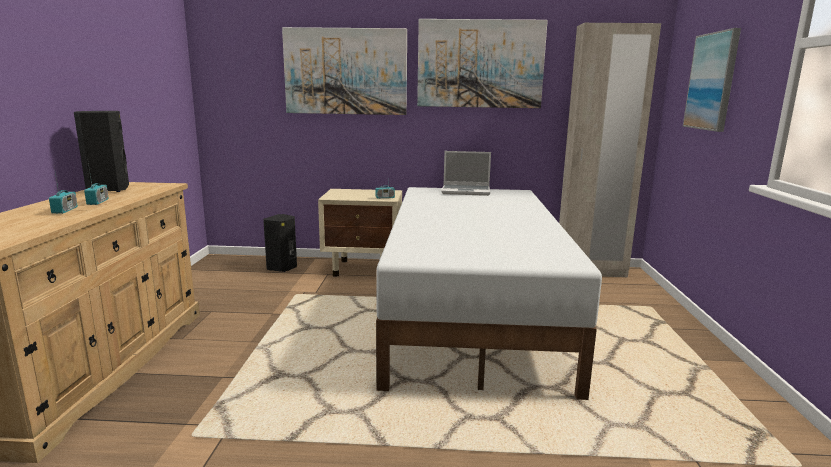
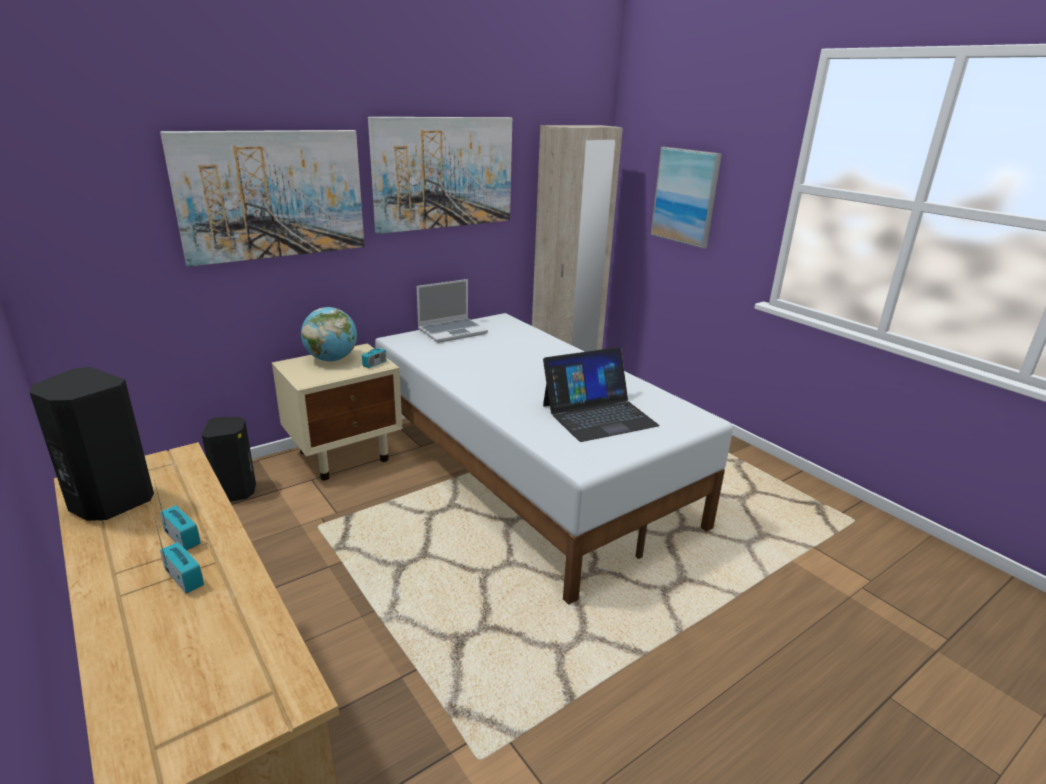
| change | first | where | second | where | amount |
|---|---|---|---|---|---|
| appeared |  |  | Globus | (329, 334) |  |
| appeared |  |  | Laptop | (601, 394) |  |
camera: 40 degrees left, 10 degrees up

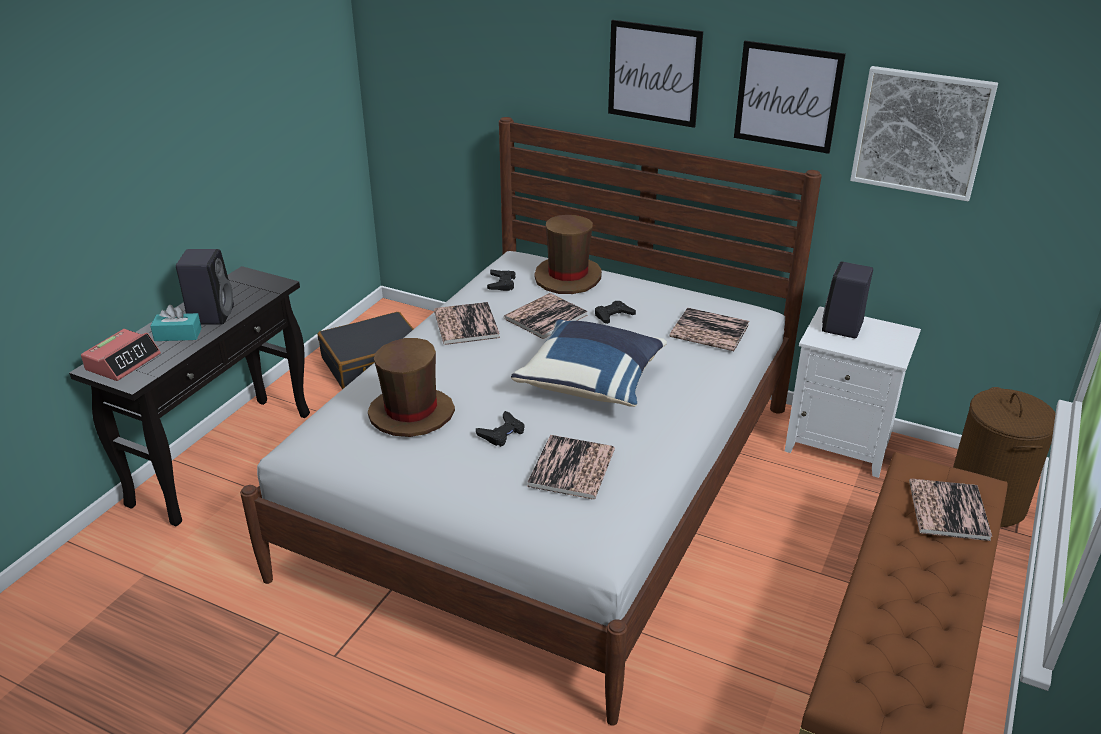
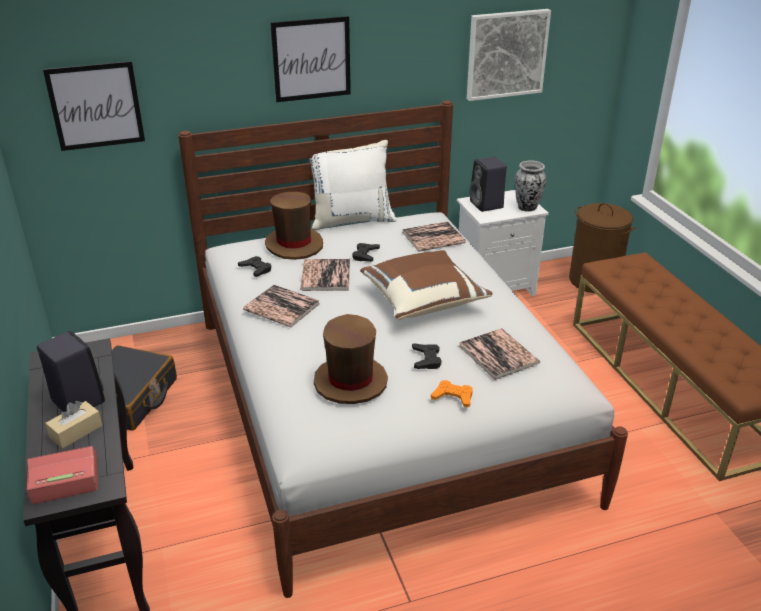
| change | first | where | second | where | amount |
|---|---|---|---|---|---|
| spun | Wecker | (121, 355) |  | (62, 475) | 90 degrees counterclockwise |
| relocated | Bild | (790, 97) |  | (94, 106) |  |
| colour | Taschentuchbox (türkis) | (176, 323) | Taschentuchbox (beige) | (73, 425) |  |
| appeared |  |  | Kissen (weiß) | (353, 185) |  |
| colour | Kissen (blau) | (589, 363) | Kissen (braun) | (426, 284) |  |
| appeared |  |  | Gamepad (orange) | (452, 394) |  |
| appeared |  |  | Vase | (530, 186) |  |
| missing | Buch | (950, 510) |  |  |  |
camera: 45 degrees left, 0 degrees up

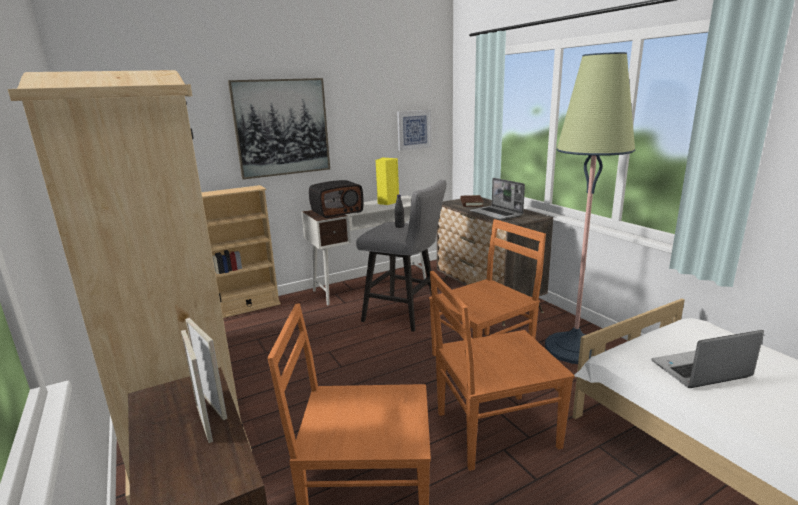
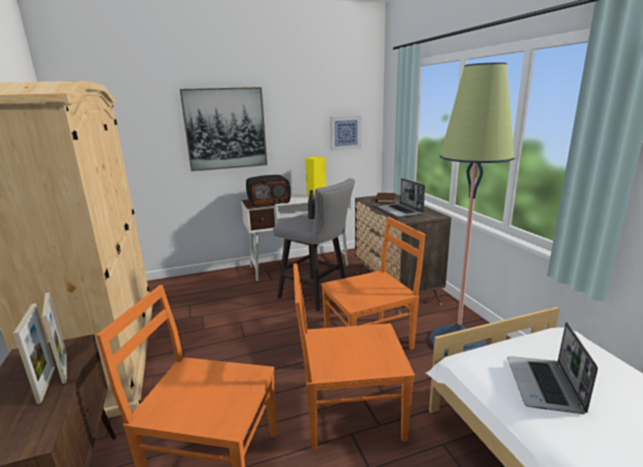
| change | first | where | second | where | amount |
|---|---|---|---|---|---|
| spun | Laptop | (707, 359) |  | (552, 368) | 75 degrees counterclockwise |
| missing | Bücherregal (beige) | (241, 251) |  |  |  |
camera: 10 degrees right, 0 degrees up

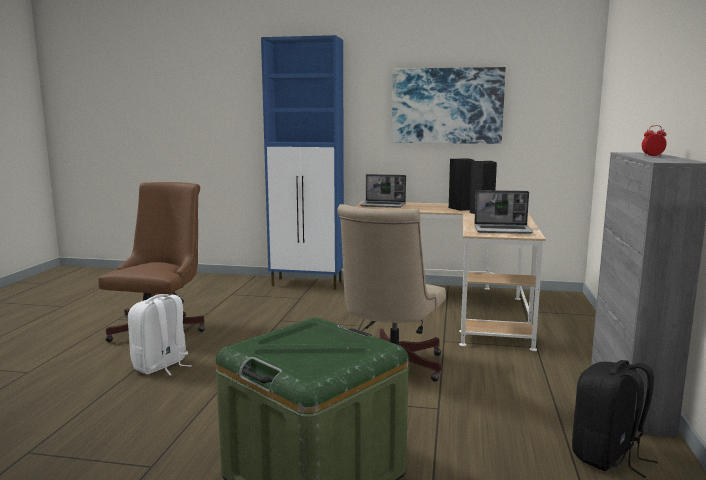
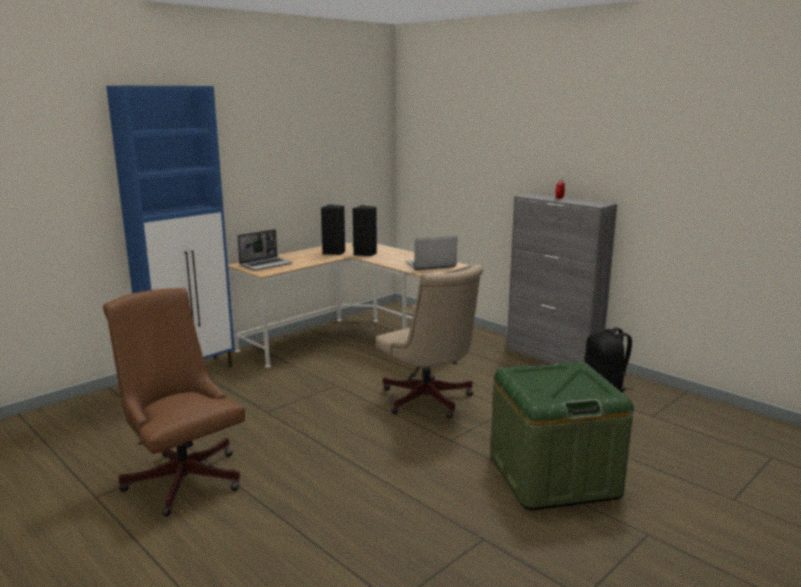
| change | first | where | second | where | amount |
|---|---|---|---|---|---|
| spun | Laptop | (503, 212) |  | (431, 253) | 150 degrees counterclockwise |
| missing | Rucksack (weiß) | (159, 334) |  |  |  |
| missing | Bild | (449, 105) |  |  |  |
camera: 55 degrees left, 5 degrees up

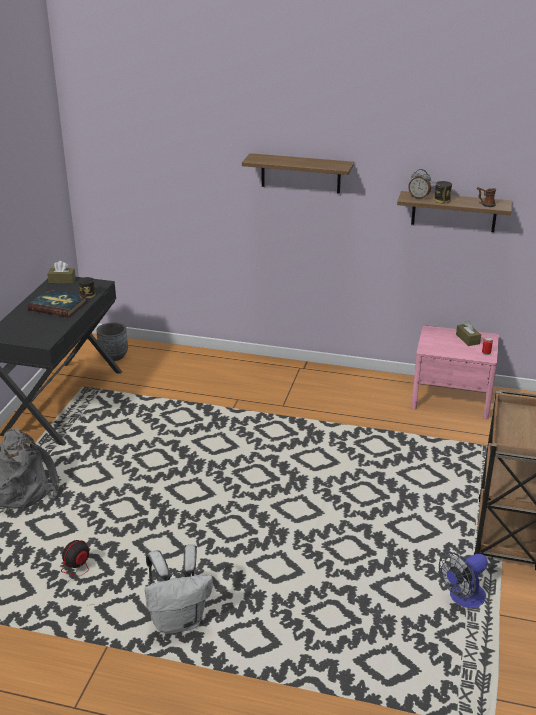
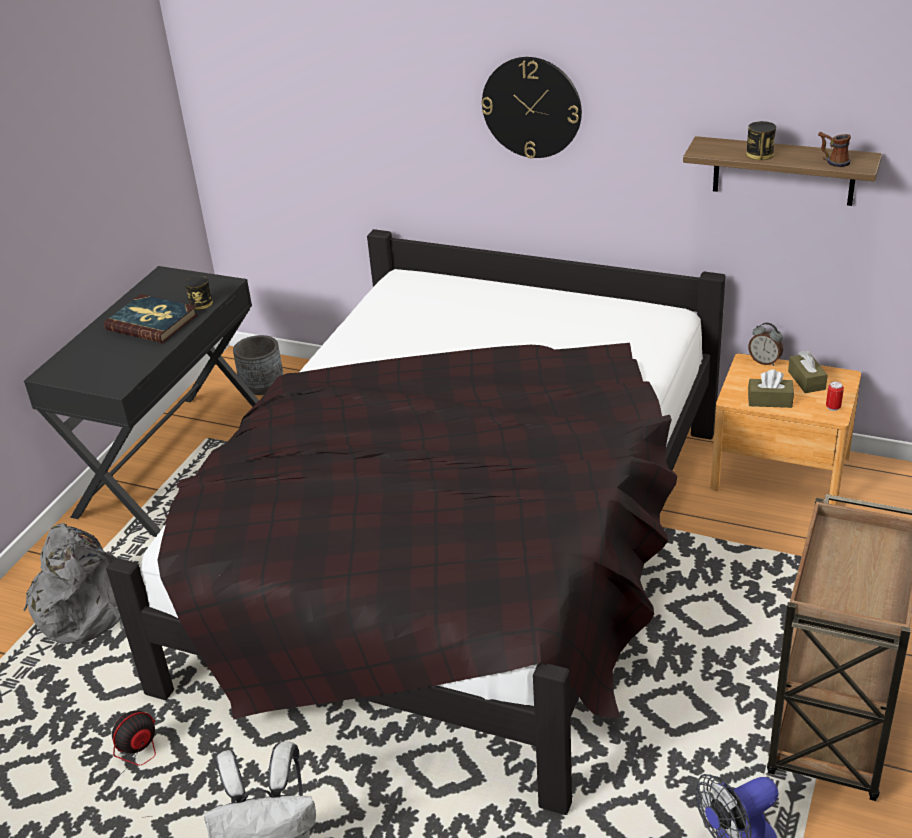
| change | first | where | second | where | amount |
|---|---|---|---|---|---|
| appeared |  |  | Bett (schwarz) | (415, 522) |  |
| exchanged | Wandregal | (298, 173) | Wanduhr | (531, 107) |  |
| colour | Nachttisch (rosa) | (455, 372) | Nachttisch (braun) | (785, 429) |  |
| relocated | Wecker | (419, 184) |  | (765, 344) |  |
| relocated | Taschentuchbox (braun) | (61, 272) |  | (771, 389) |  |
camera: 10 degrees right, 5 degrees up

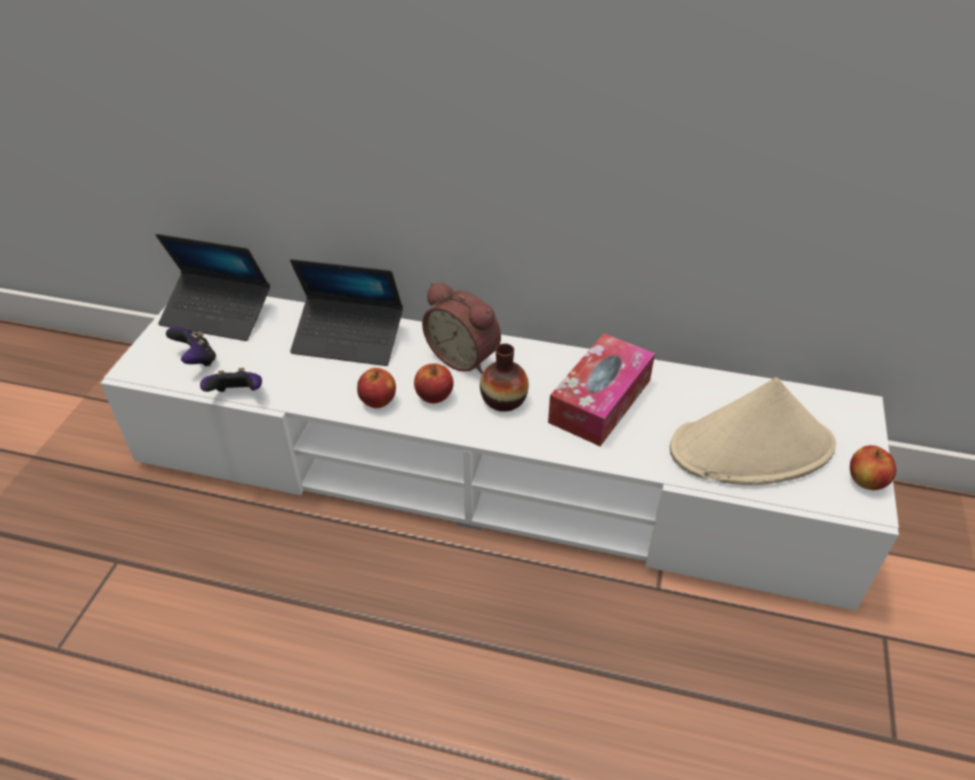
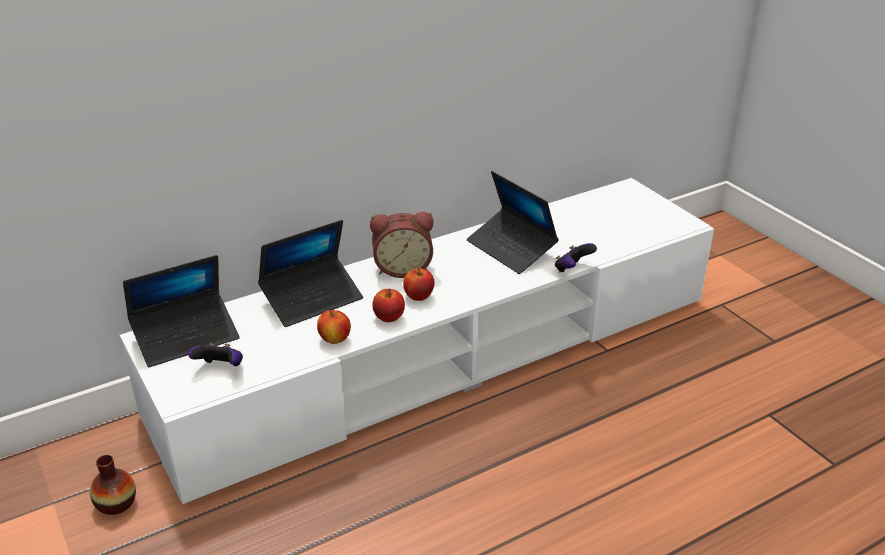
| change | first | where | second | where | amount |
|---|---|---|---|---|---|
| relocated | Vase | (504, 377) |  | (113, 485) |  |
| relocated | Apfel | (873, 467) |  | (334, 327) |  |
| exchanged | Taschentuchbox | (601, 389) | Laptop | (513, 222) |  |
| relocated | Gamepad | (231, 380) |  | (576, 257) |  |
| missing | Hut (beige) | (753, 431) |  |  |  |
camera: 45 degrees left, 10 degrees down

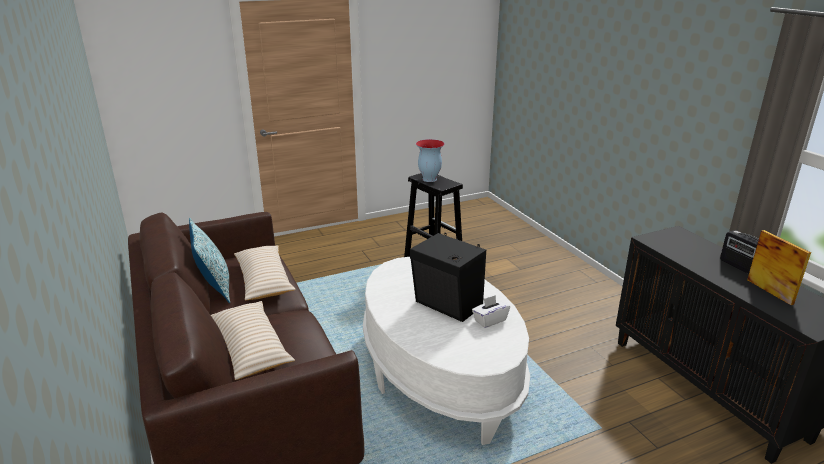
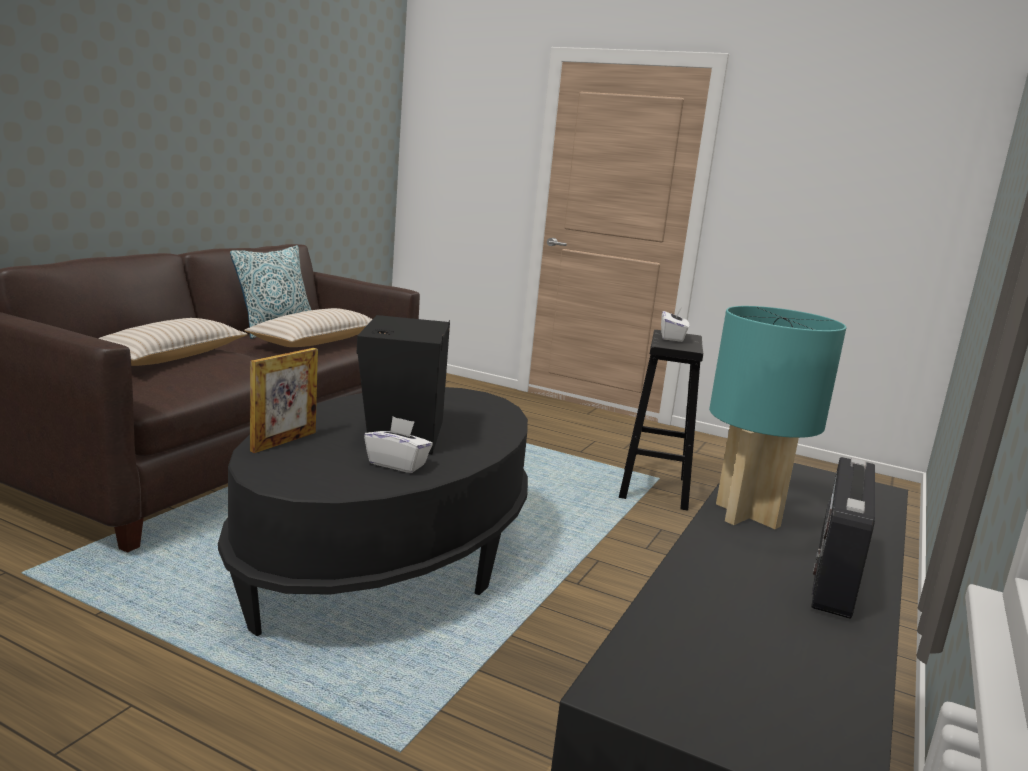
| change | first | where | second | where | amount |
|---|---|---|---|---|---|
| colour | Couchtisch (weiß) | (446, 351) | Couchtisch (schwarz) | (373, 511) |  |
| relocated | Bilderrahmen | (779, 267) |  | (284, 400) |  |
| exchanged | Vase | (430, 160) | Taschentuchbox (weiß) | (675, 324) |  |
| appeared |  |  | Tischlampe (türkis) | (777, 417) |  |
camera: 50 degrees right, 10 degrees down

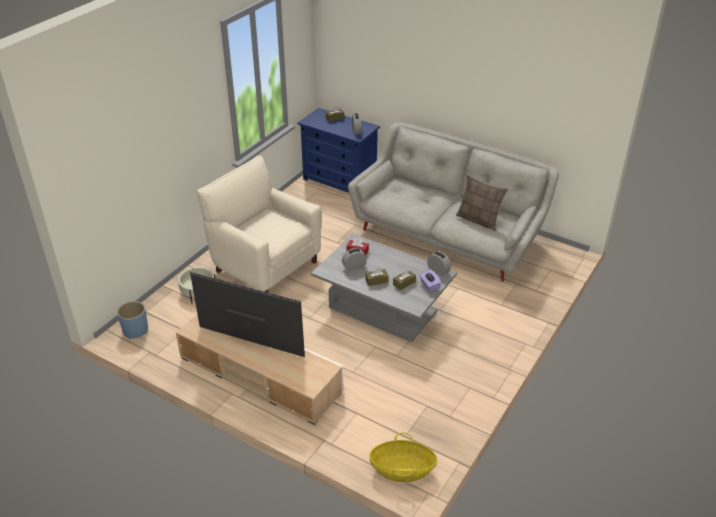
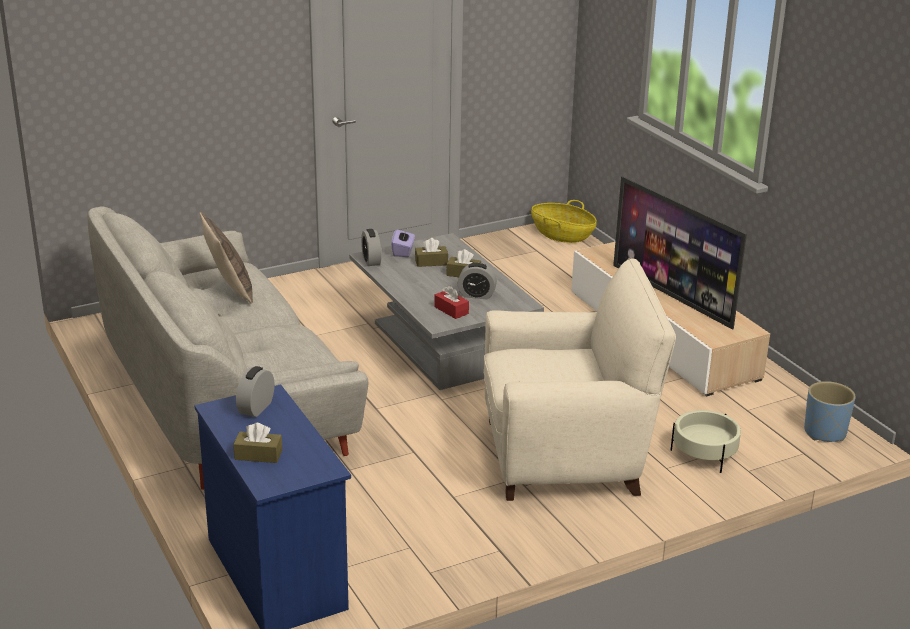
| change | first | where | second | where | amount |
|---|---|---|---|---|---|
| spun | Sessel (beige) | (259, 224) |  | (579, 379) | 75 degrees counterclockwise |
camera: 150 degrees left, 10 degrees down

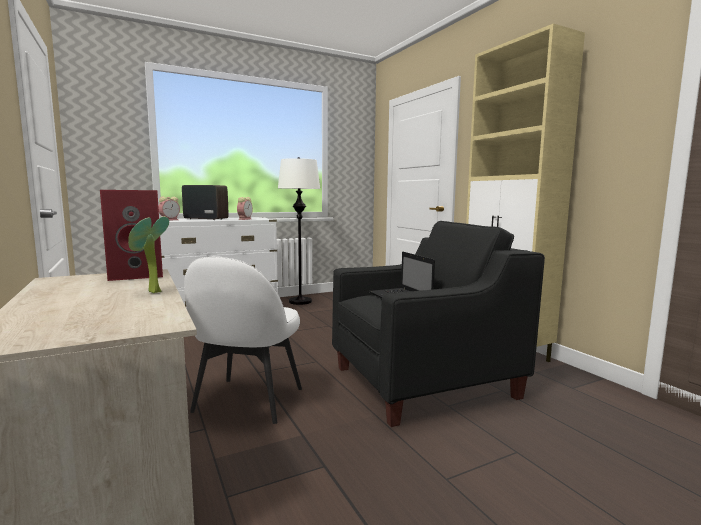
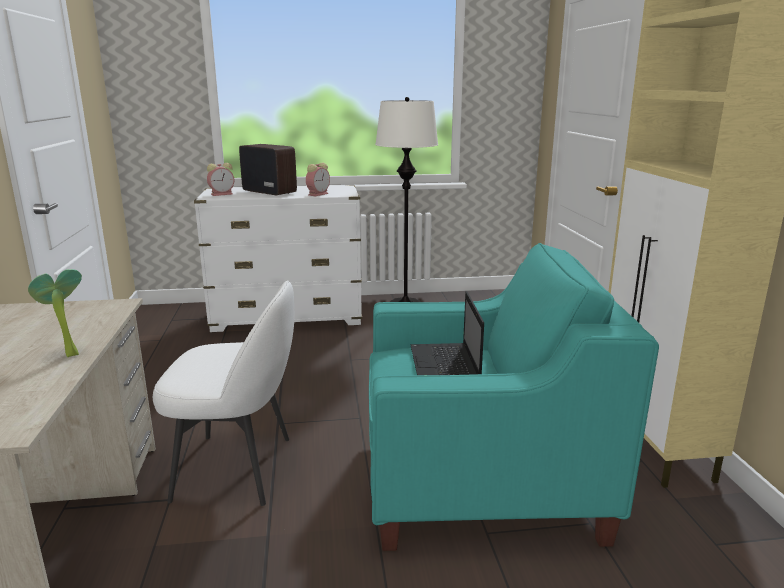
| change | first | where | second | where | amount |
|---|---|---|---|---|---|
| spun | Stuhl (weiß) | (243, 340) |  | (224, 393) | 120 degrees counterclockwise |
| colour | Sessel (schwarz) | (438, 324) | Sessel (türkis) | (514, 397) |  |
| missing | Lautsprecher (rot) | (131, 235) |  |  |  |
camera: 20 degrees right, 10 degrees up

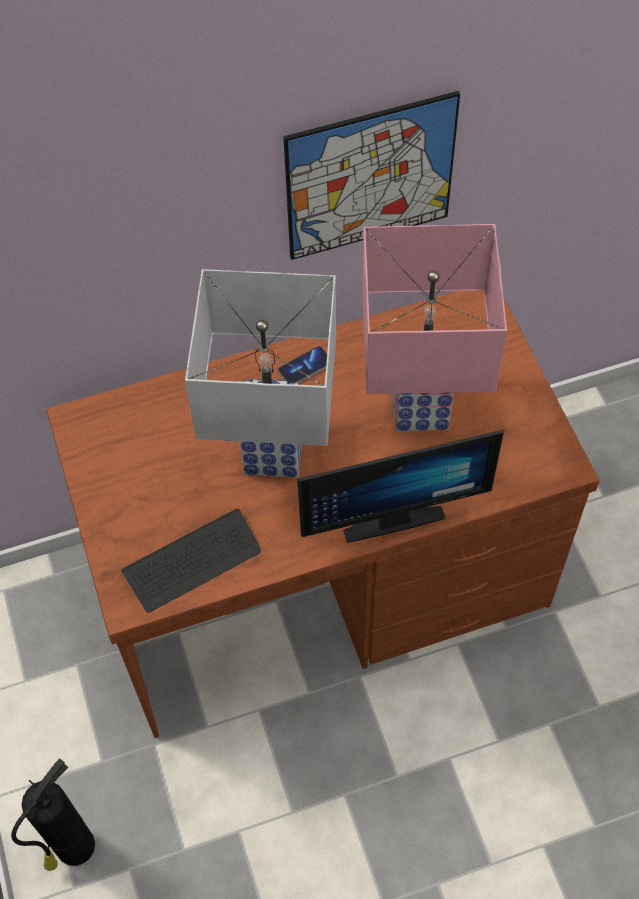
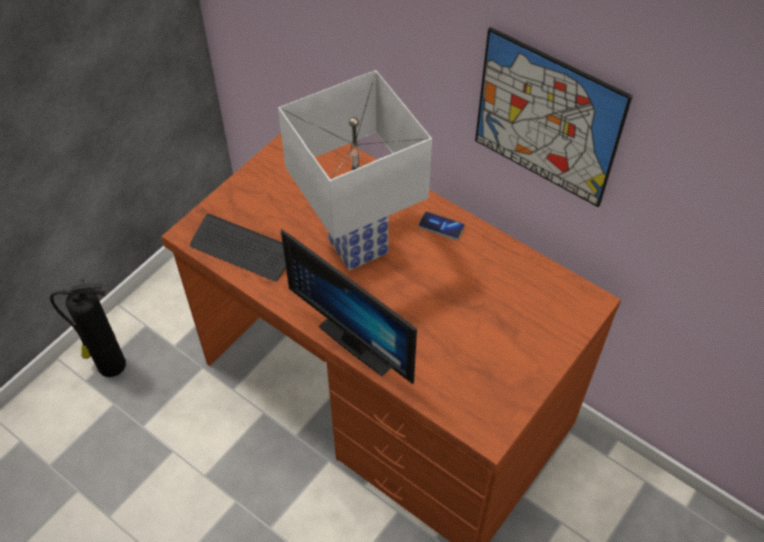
| change | first | where | second | where | amount |
|---|---|---|---|---|---|
| missing | Tischlampe (rosa) | (434, 327) |  |  |  |
camera: 55 degrees right, 5 degrees down

